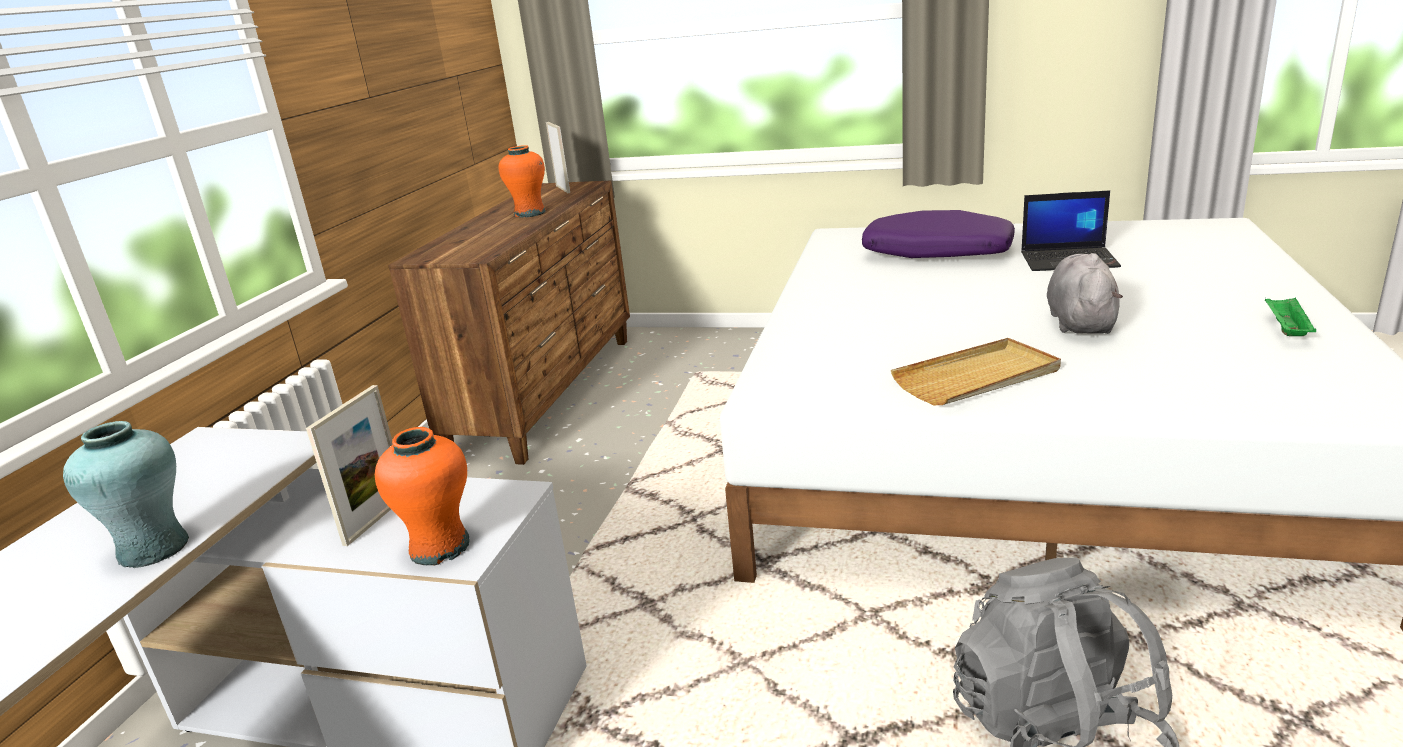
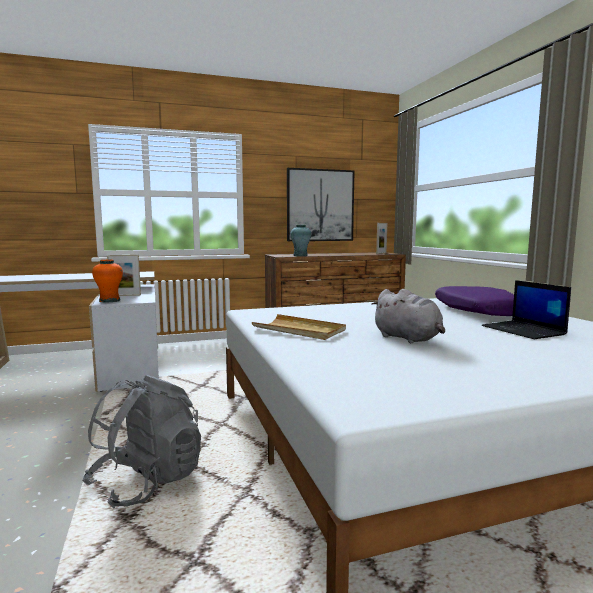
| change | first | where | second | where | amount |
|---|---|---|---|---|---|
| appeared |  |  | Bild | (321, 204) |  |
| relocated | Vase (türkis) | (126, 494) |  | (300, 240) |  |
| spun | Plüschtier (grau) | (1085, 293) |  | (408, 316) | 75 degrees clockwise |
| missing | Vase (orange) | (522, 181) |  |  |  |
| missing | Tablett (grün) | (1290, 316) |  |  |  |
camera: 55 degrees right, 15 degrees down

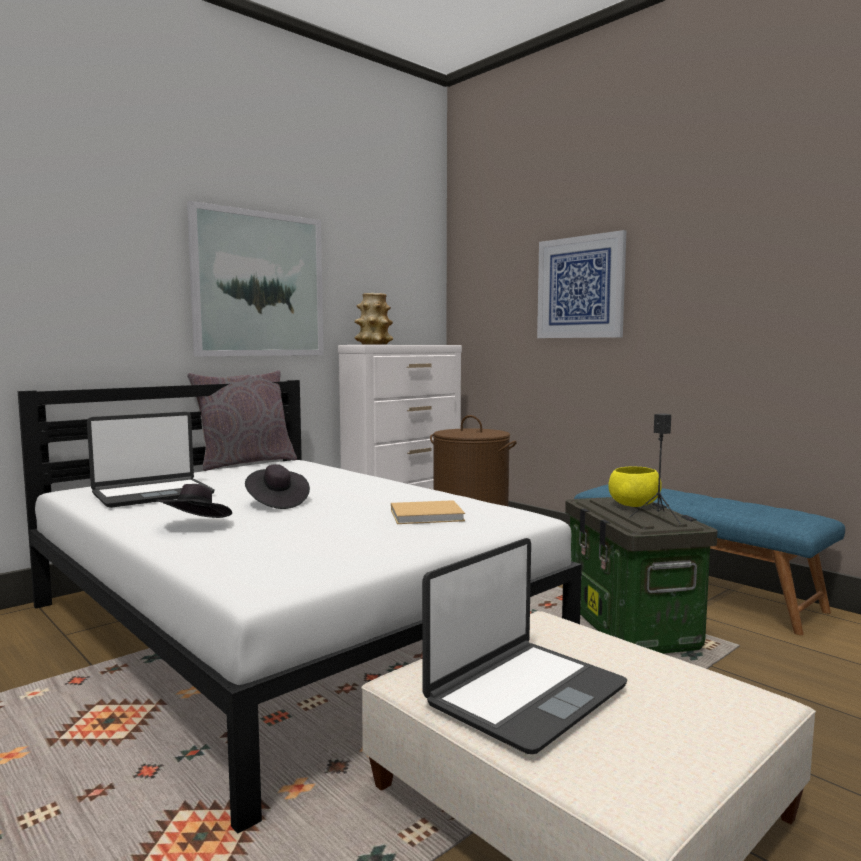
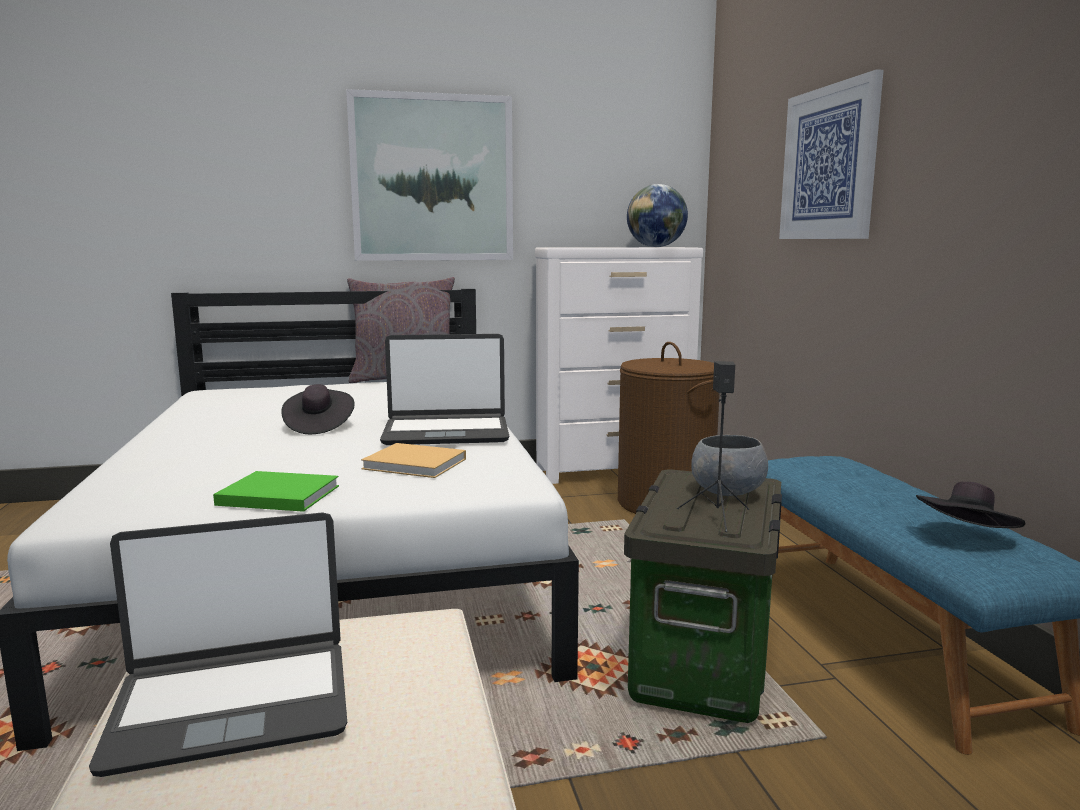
| change | first | where | second | where | amount |
|---|---|---|---|---|---|
| appeared |  |  | Buch (grün) | (276, 491) |  |
| relocated | Laptop | (151, 460) |  | (444, 389) |  |
| appeared |  |  | Globus | (657, 215) |  |
| colour | Schüssel (gelb) | (635, 486) | Schüssel (grau) | (729, 465) |  |
| relocated | Hut (schwarz) | (194, 501) |  | (970, 505) |  |
| missing | Vase | (373, 319) |  |  |  |
camera: 30 degrees right, 5 degrees up

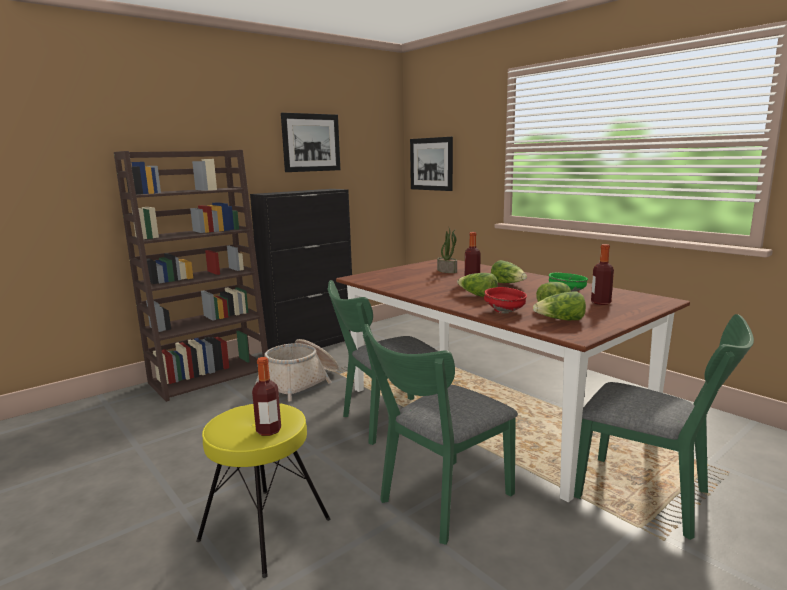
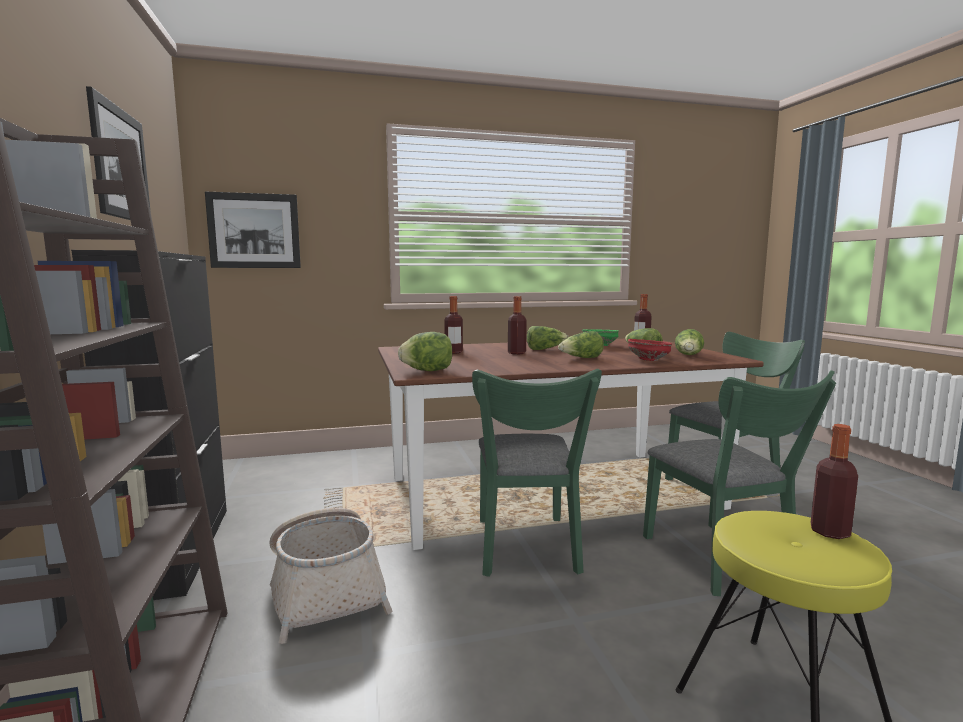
| change | first | where | second | where | amount |
|---|---|---|---|---|---|
| appeared |  |  | Salatkopf | (425, 351) |  |
| exchanged | Topfpflanze | (447, 250) | Flasche | (453, 325) |  |
camera: 65 degrees left, 5 degrees down

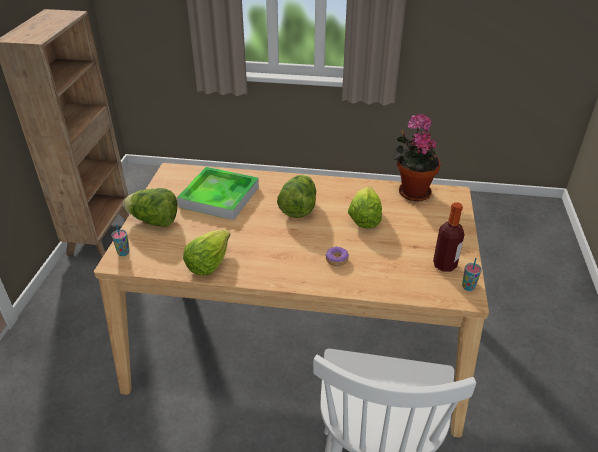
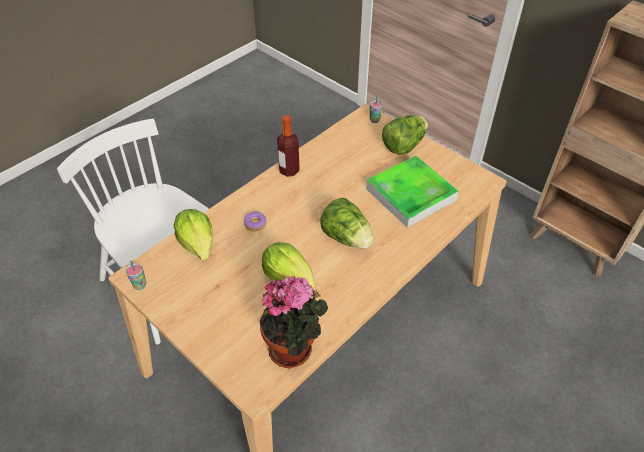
| change | first | where | second | where | amount |
|---|---|---|---|---|---|
| relocated | Salatkopf | (206, 252) |  | (193, 234) |  |
| relocated | Flasche | (448, 237) |  | (288, 146) |  |
camera: 125 degrees right, 10 degrees up

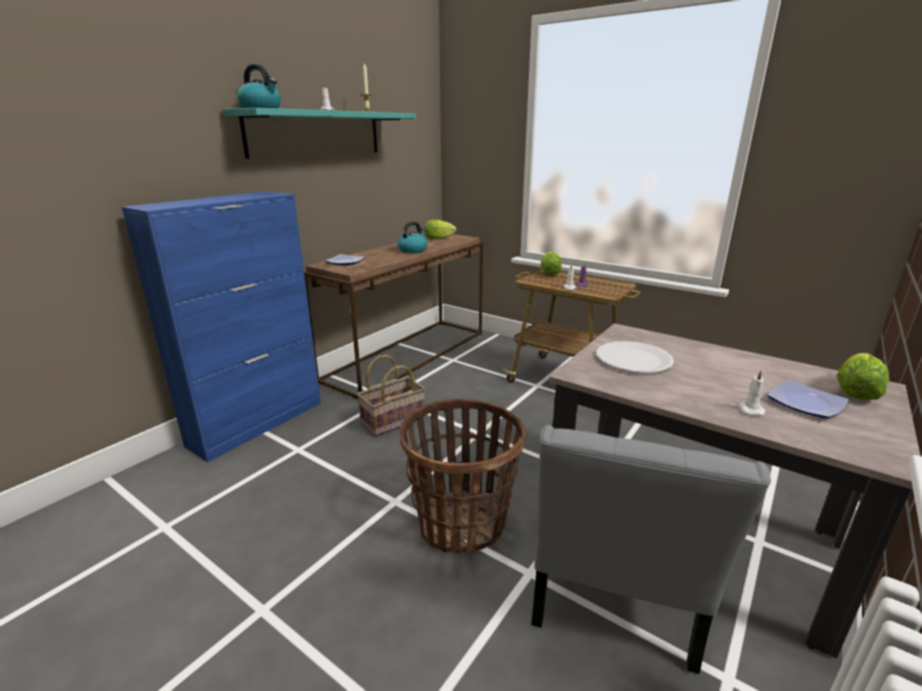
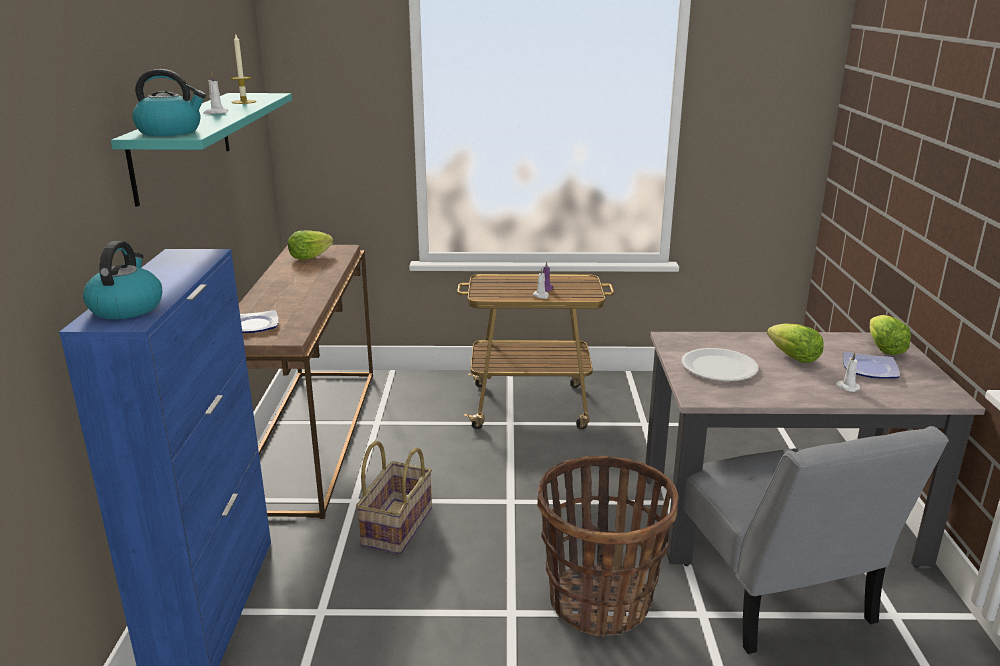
| change | first | where | second | where | amount |
|---|---|---|---|---|---|
| relocated | Wasserkessel | (412, 237) |  | (122, 280) |  |
| relocated | Salatkopf | (551, 263) |  | (795, 343) |  |
camera: 35 degrees left, 0 degrees up

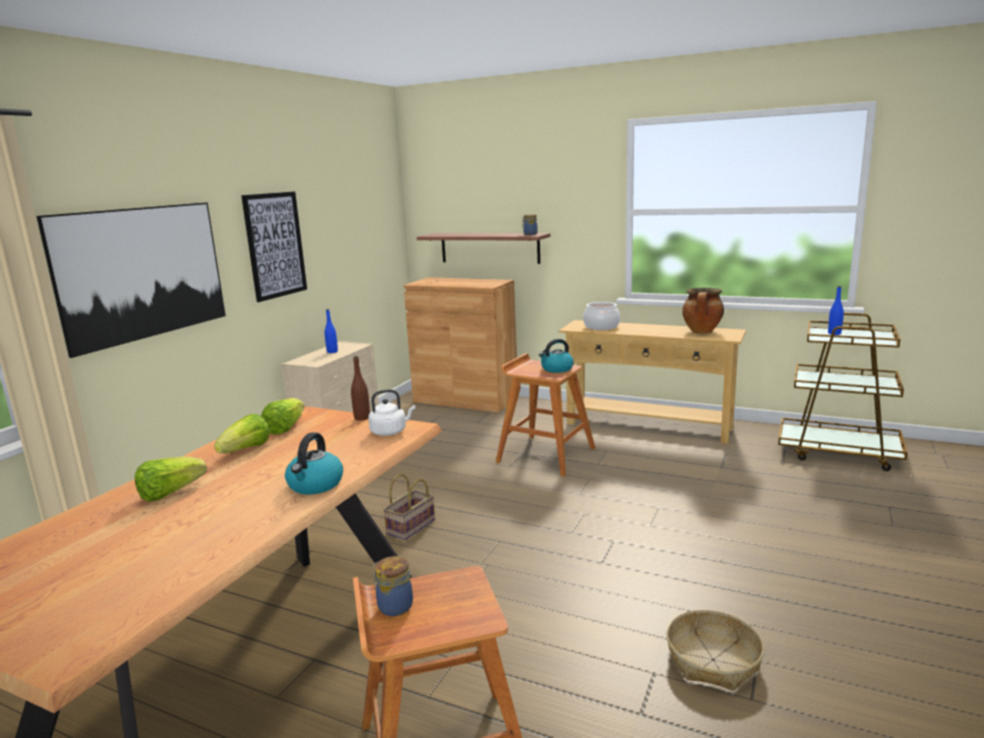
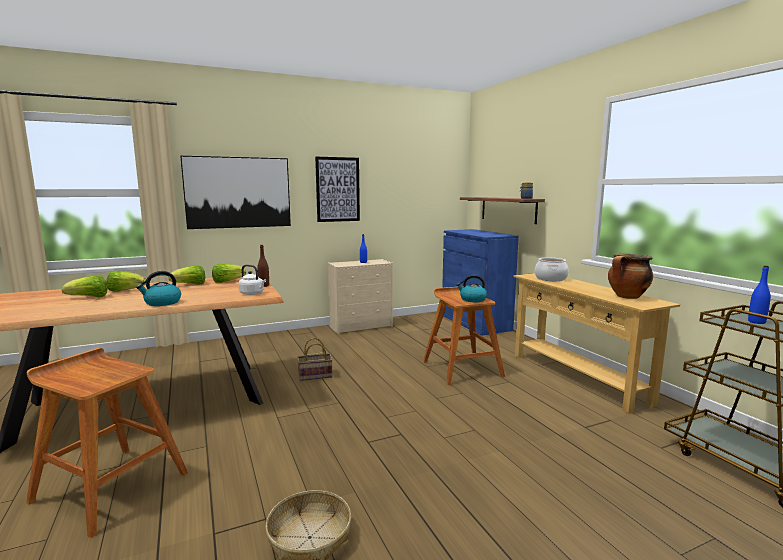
| change | first | where | second | where | amount |
|---|---|---|---|---|---|
| appeared |  |  | Salatkopf | (84, 286) |  |
| colour | Schrank (braun) | (460, 345) | Schrank (blau) | (480, 282) |  |
| missing | Vorratsglas | (393, 586) |  |  |  |
camera: 40 degrees right, 5 degrees down

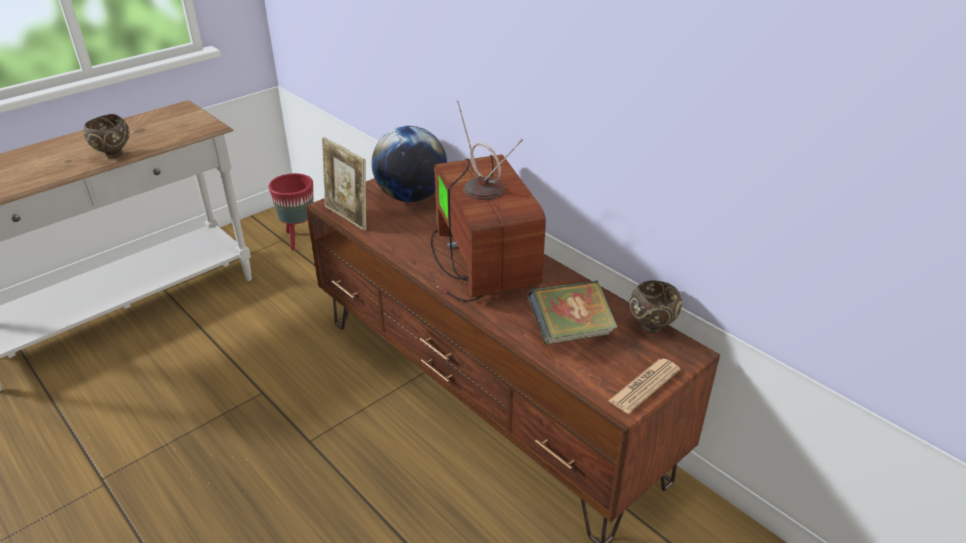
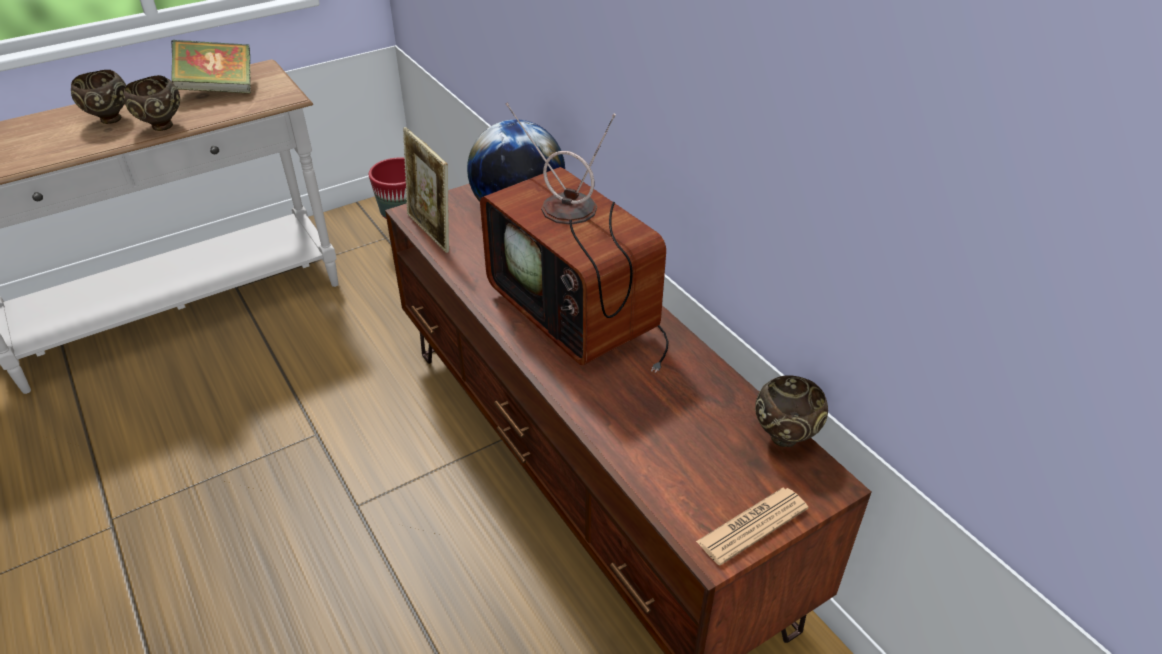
| change | first | where | second | where | amount |
|---|---|---|---|---|---|
| appeared |  |  | Schüssel (braun) | (98, 97) |  |
| relocated | Buch | (572, 313) |  | (211, 67) |  |
| spun | Fernseher | (488, 201) |  | (574, 238) | 150 degrees clockwise |
camera: 10 degrees right, 5 degrees up

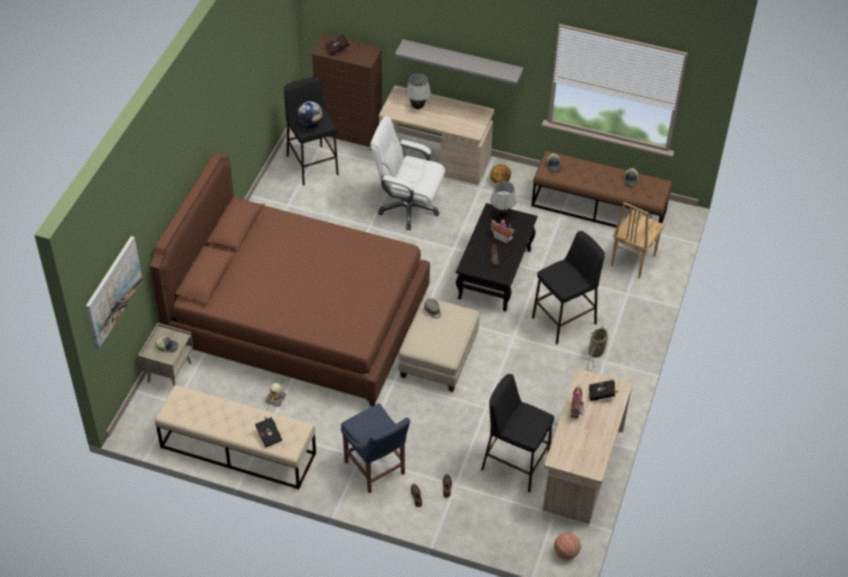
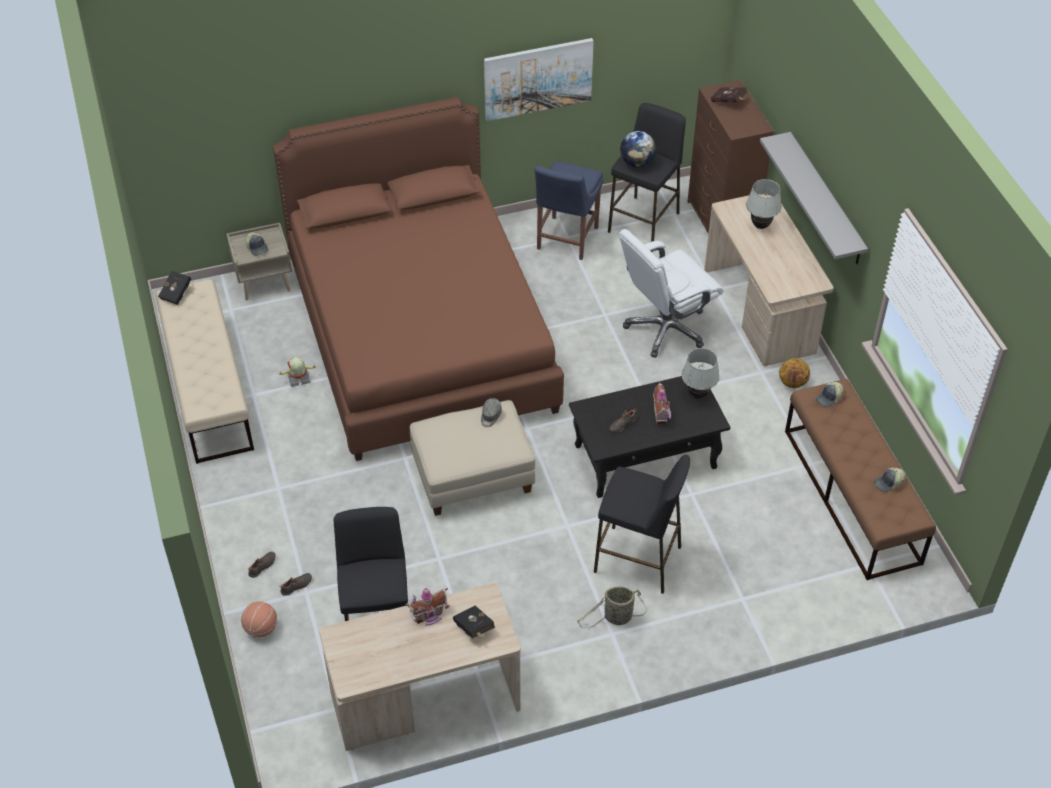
| change | first | where | second | where | amount |
|---|---|---|---|---|---|
| relocated | Buch (schwarz) | (268, 432) |  | (174, 288) |  |
| relocated | Basketball | (567, 546) |  | (259, 619) |  |
| relocated | Bild | (114, 292) |  | (539, 79) |  |
| relocated | Stuhl (blau) | (375, 448) |  | (569, 210) |  |
| spun | Bürostuhl (weiß) | (407, 173) |  | (671, 293) | 105 degrees counterclockwise |
| missing | Stuhl (braun) | (638, 240) |  |  |  |
camera: 55 degrees right, 0 degrees up

